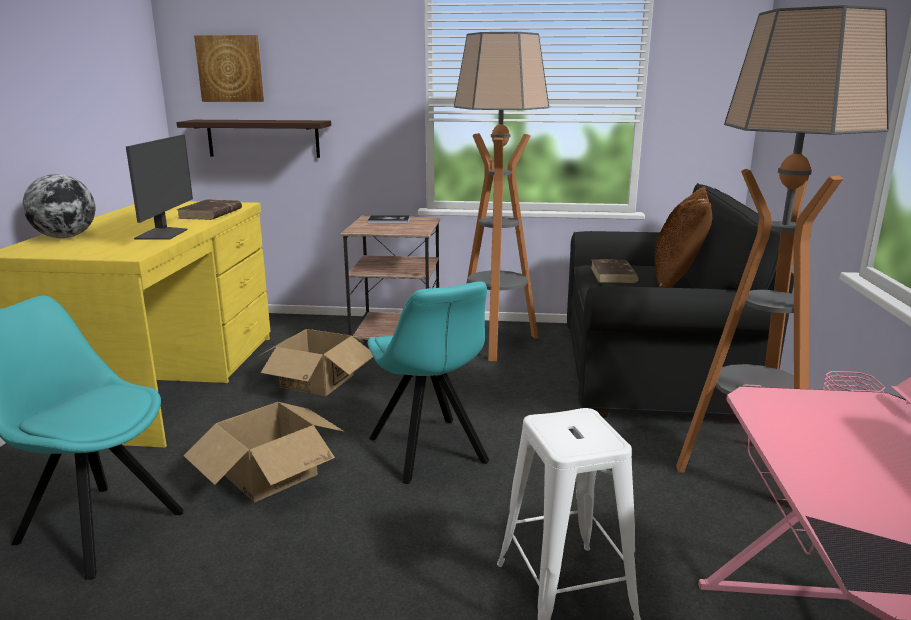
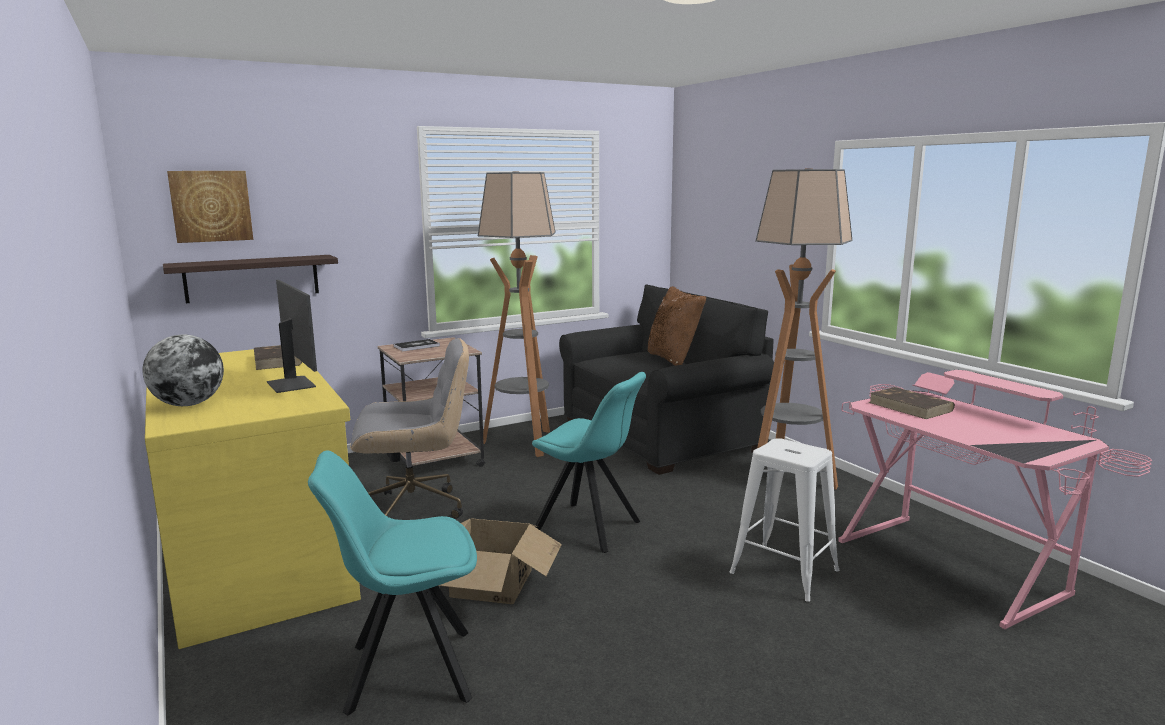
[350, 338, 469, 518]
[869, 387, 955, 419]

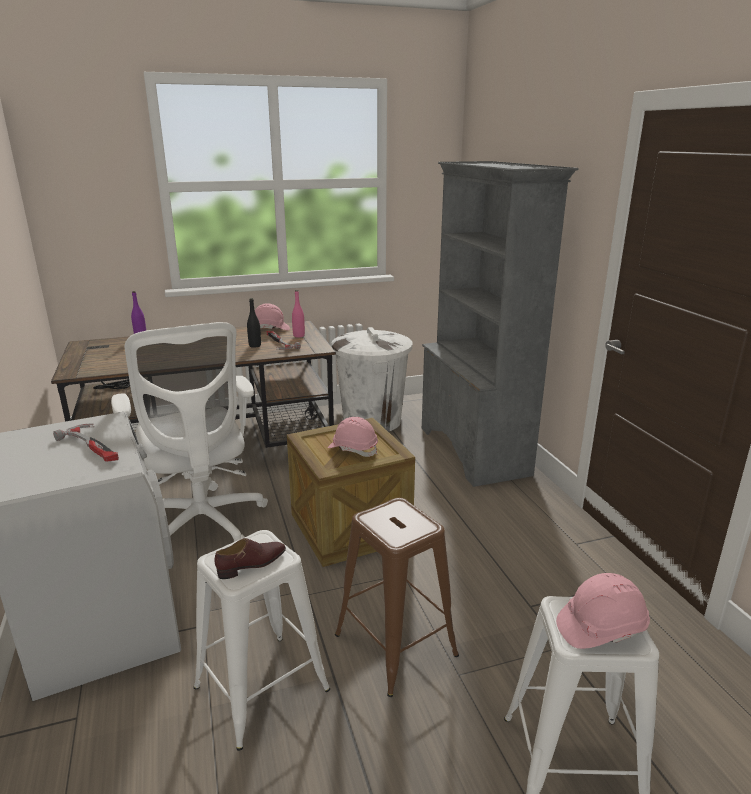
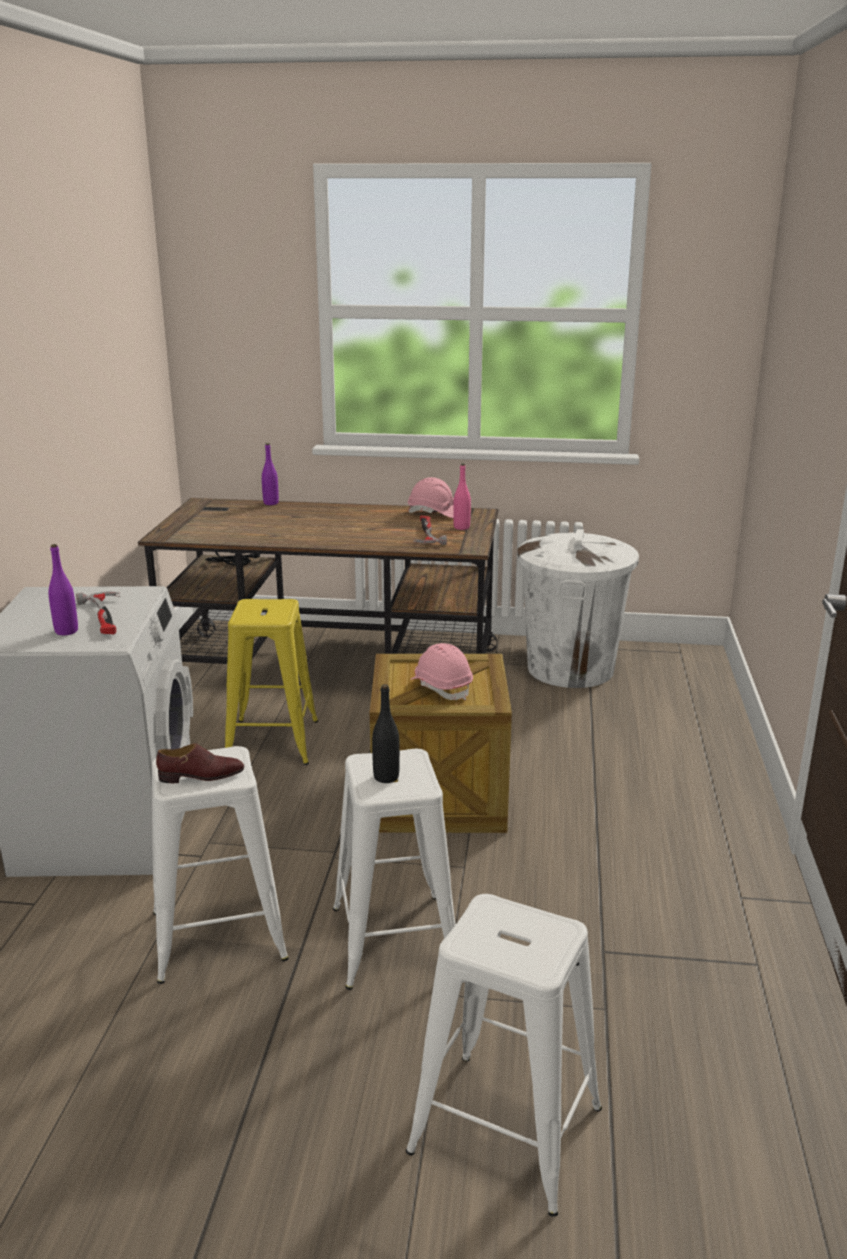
[49, 544, 78, 635]
[225, 599, 318, 765]
[333, 749, 455, 990]
[372, 684, 400, 783]
[422, 161, 579, 487] (first image)
[556, 573, 650, 649] (first image)

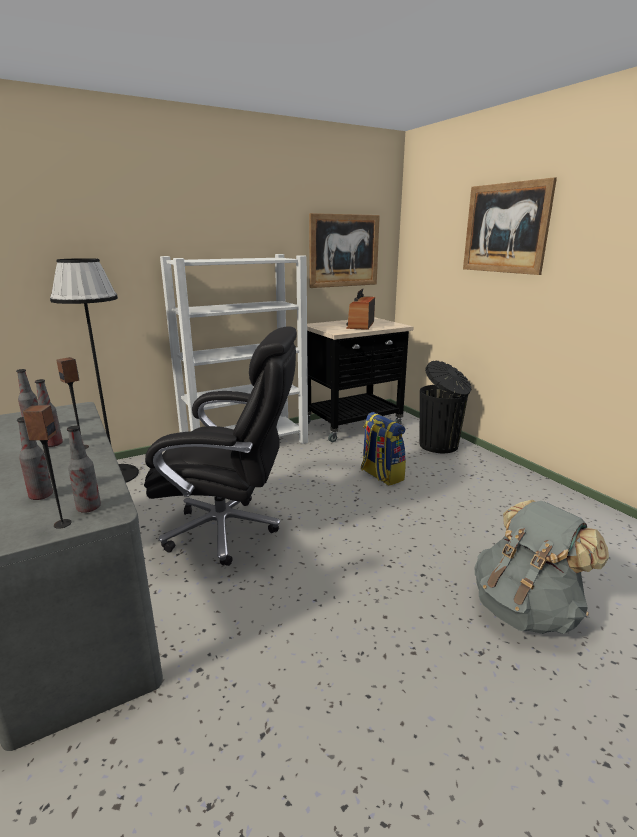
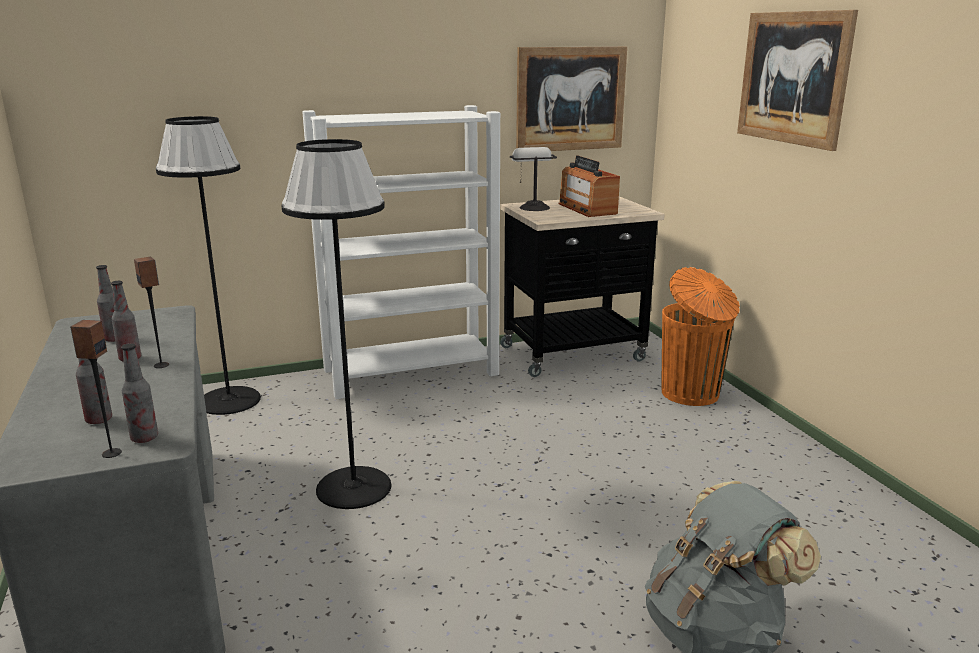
[282, 139, 391, 509]
[510, 147, 557, 211]
[558, 155, 620, 217]
[661, 267, 740, 406]
[361, 412, 406, 486] (first image)

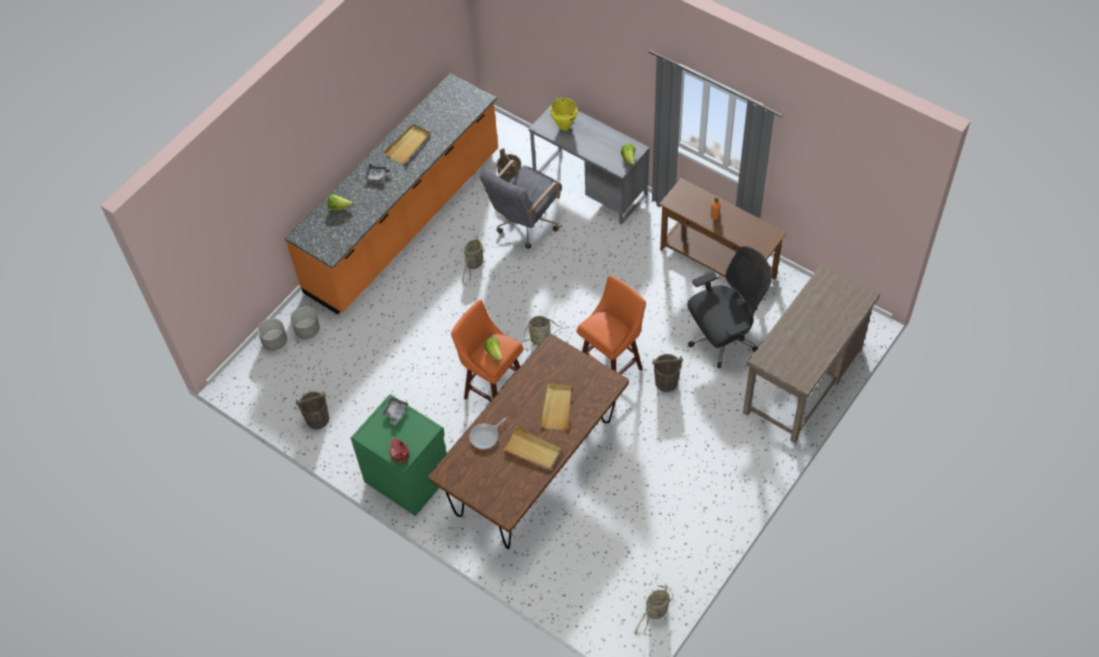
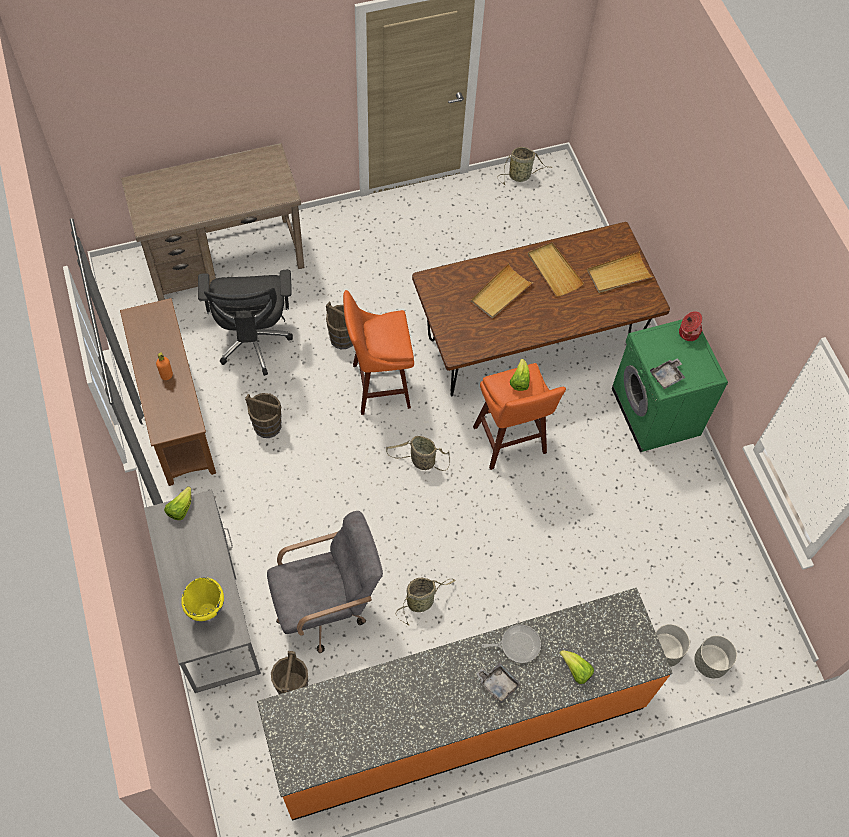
[198, 270, 293, 376]
[245, 393, 282, 438]
[482, 624, 541, 663]
[587, 251, 654, 293]

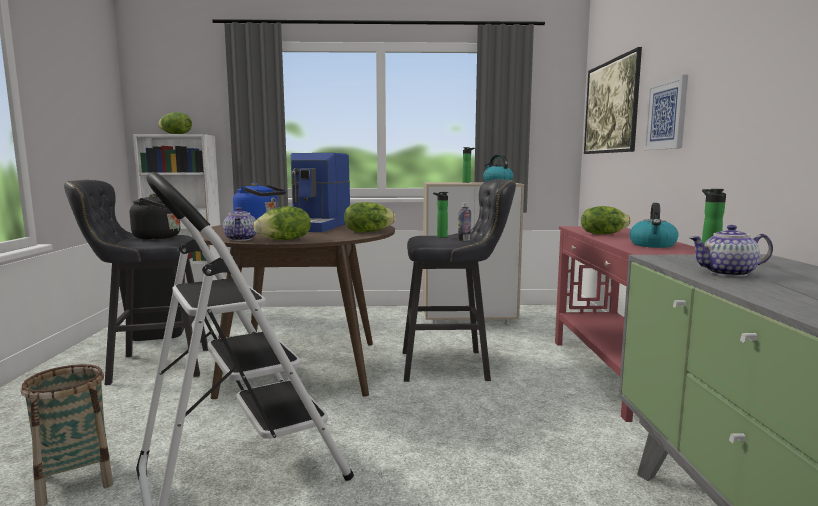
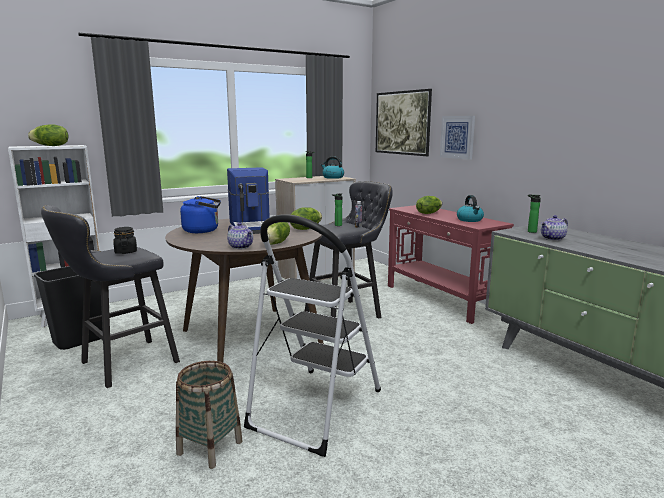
[113, 227, 137, 254]

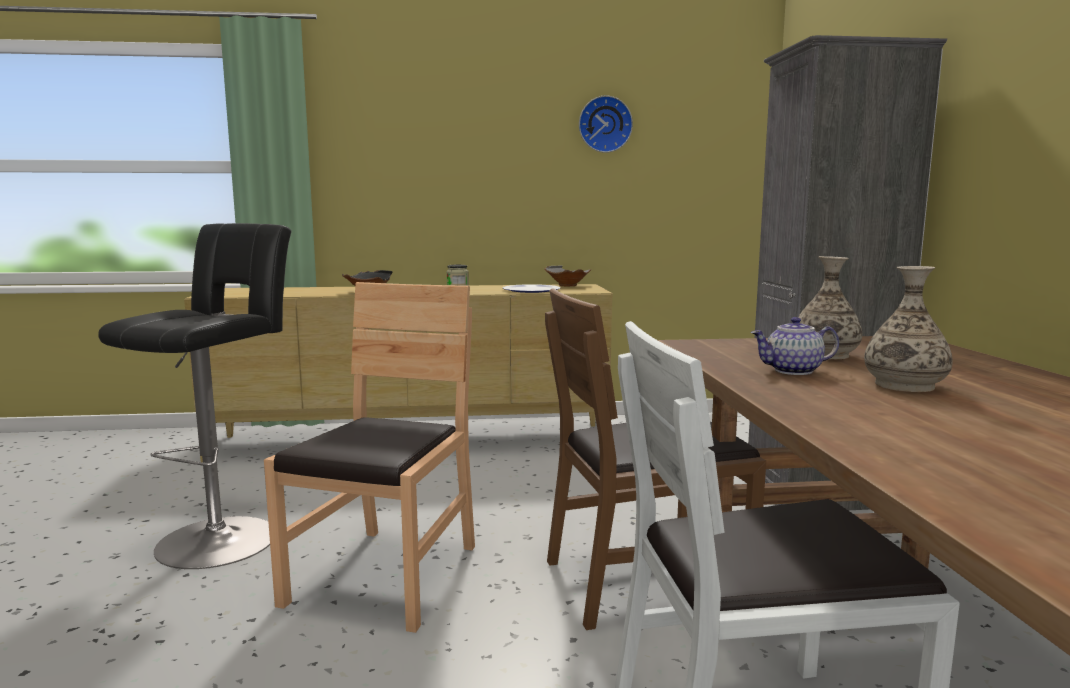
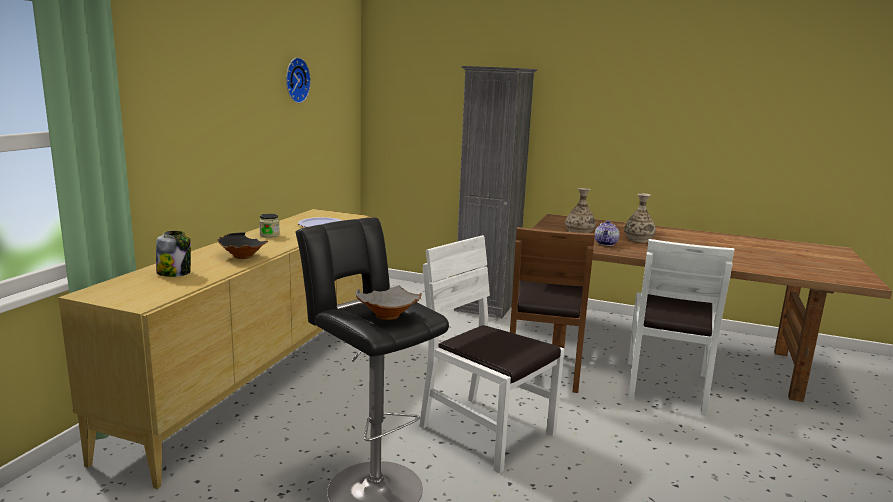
[156, 231, 191, 277]
[356, 286, 422, 320]
[419, 235, 564, 474]

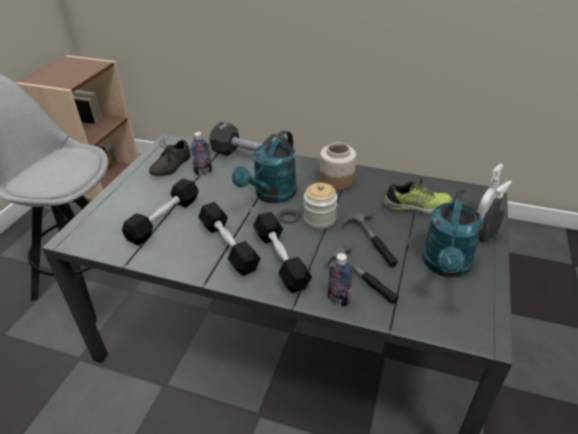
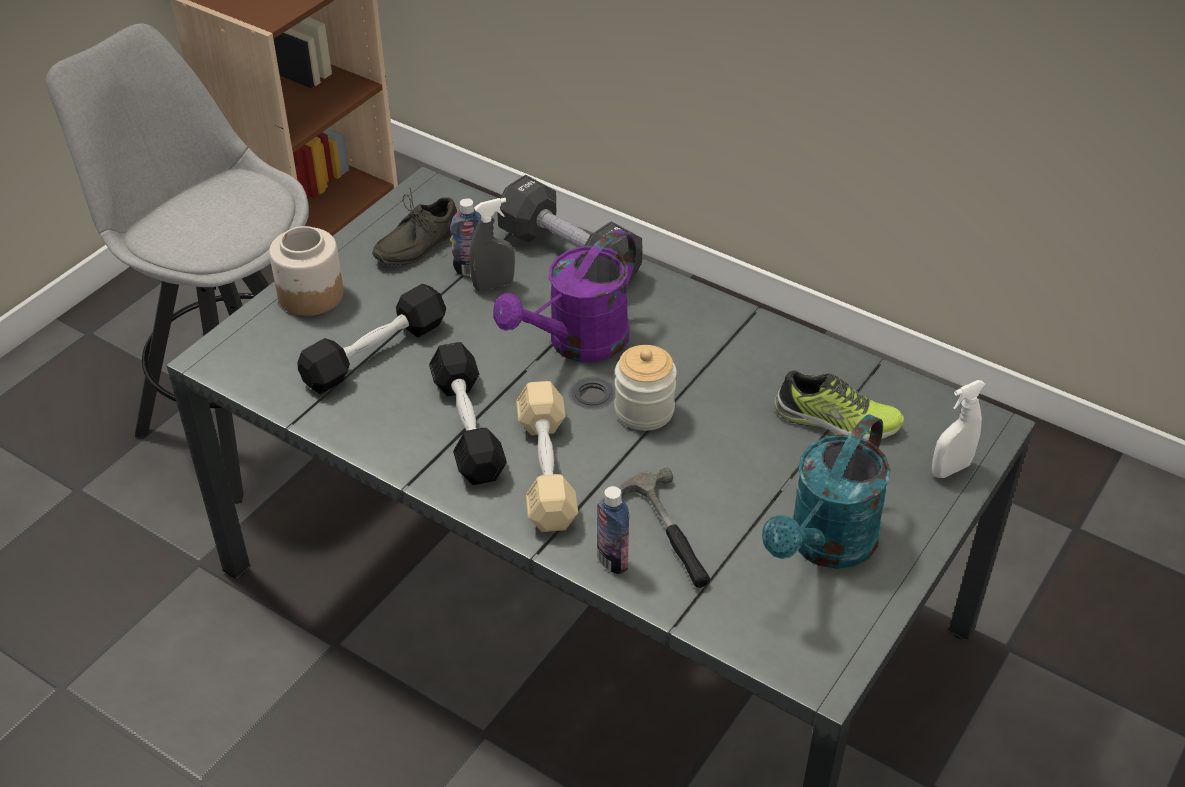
[269, 226, 343, 316]
[469, 198, 515, 291]
[493, 229, 637, 362]
[516, 381, 578, 532]
[343, 211, 398, 267] (first image)

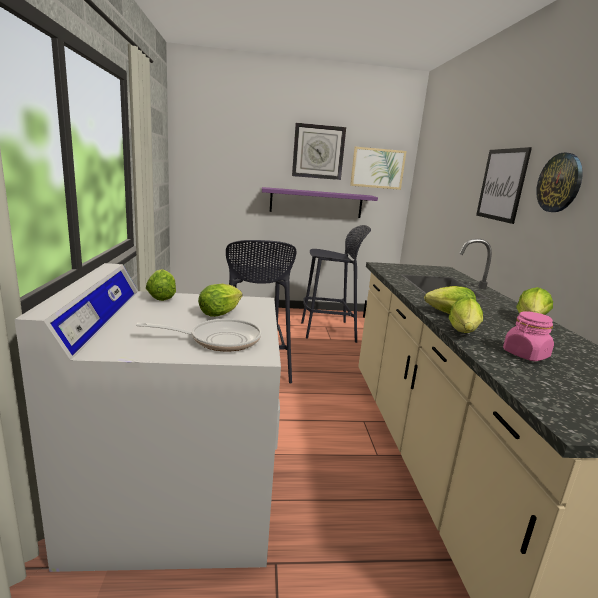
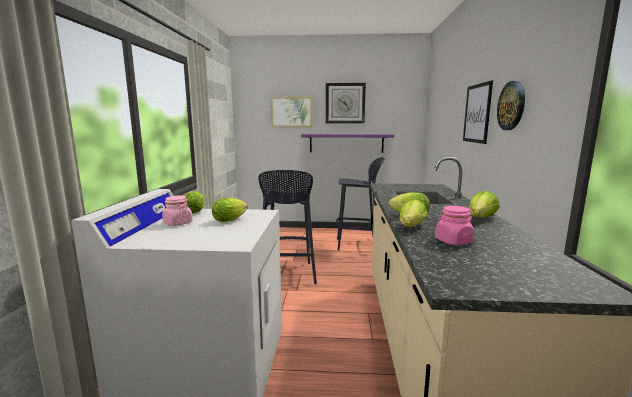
[162, 196, 193, 226]
[271, 97, 312, 127]
[136, 319, 262, 352] (first image)

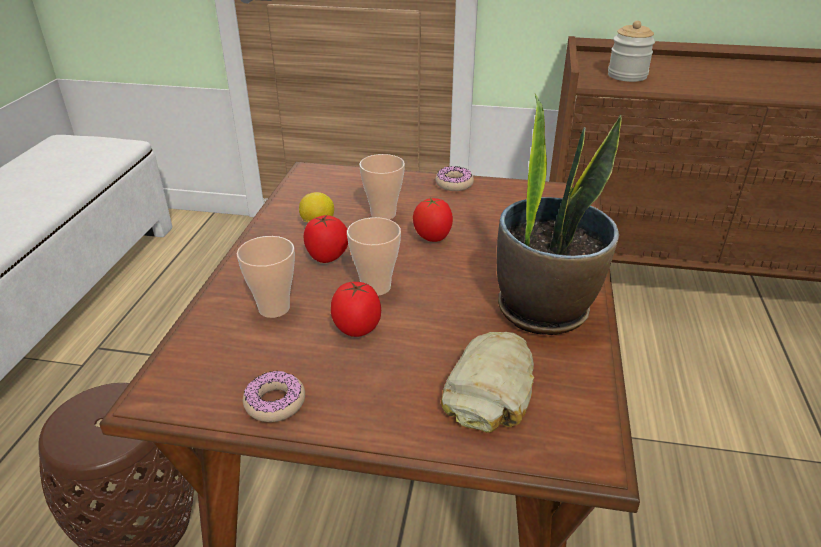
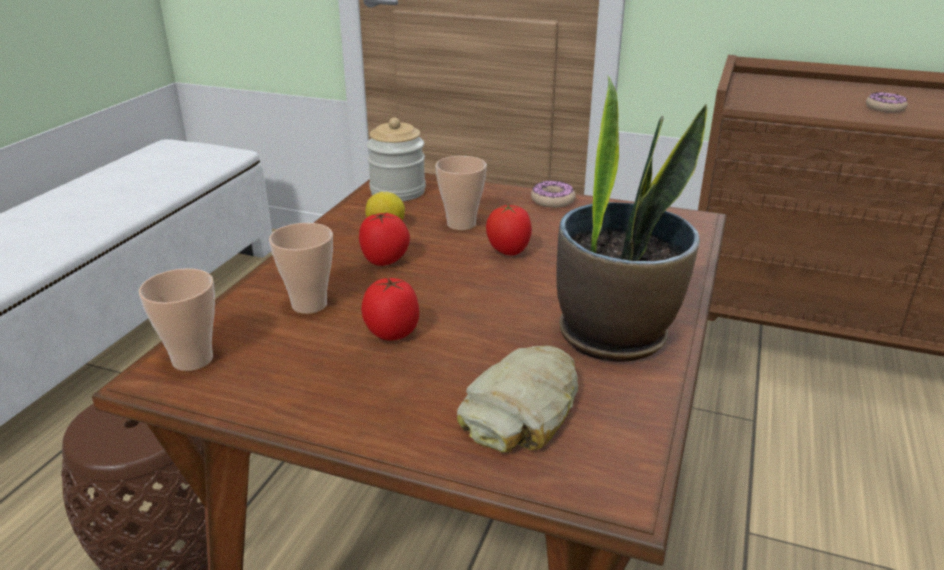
[139, 268, 215, 371]
[367, 117, 426, 201]
[866, 92, 908, 113]

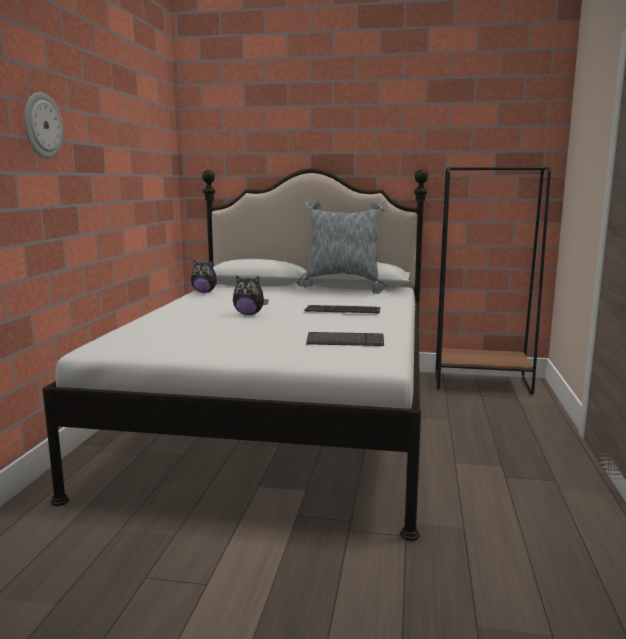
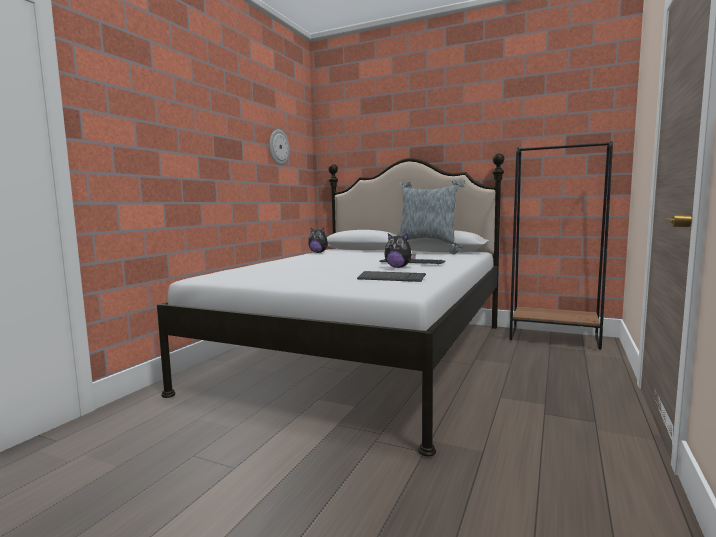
[269, 130, 290, 165]
[384, 233, 416, 268]

